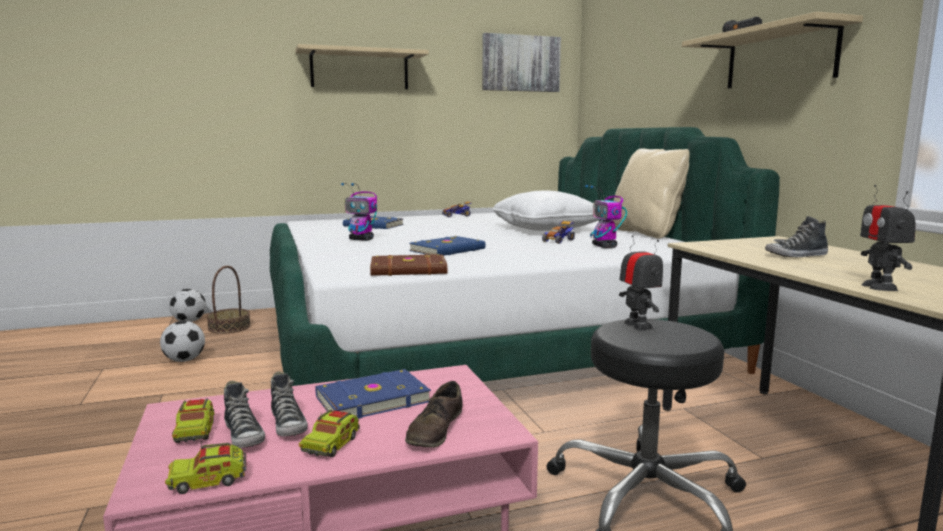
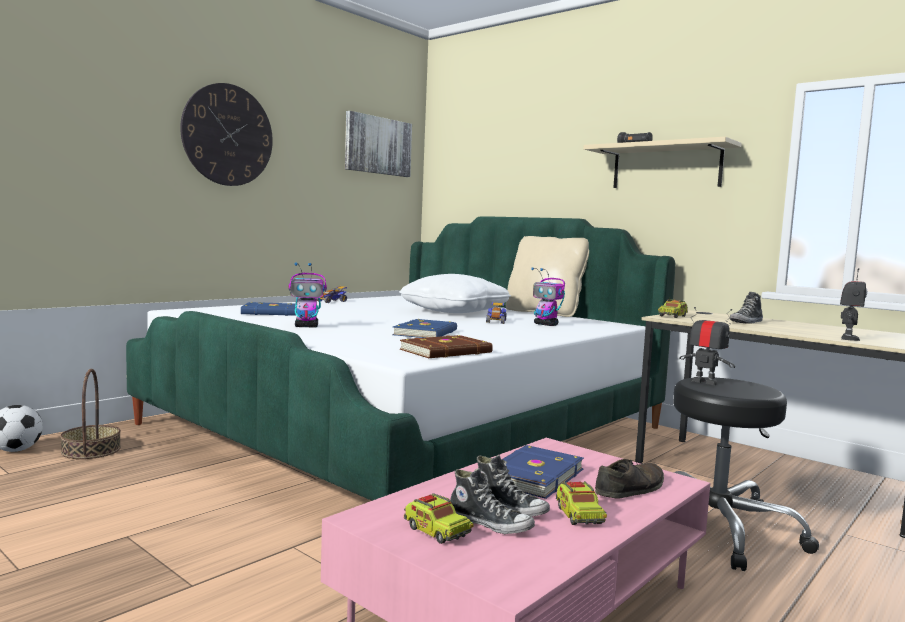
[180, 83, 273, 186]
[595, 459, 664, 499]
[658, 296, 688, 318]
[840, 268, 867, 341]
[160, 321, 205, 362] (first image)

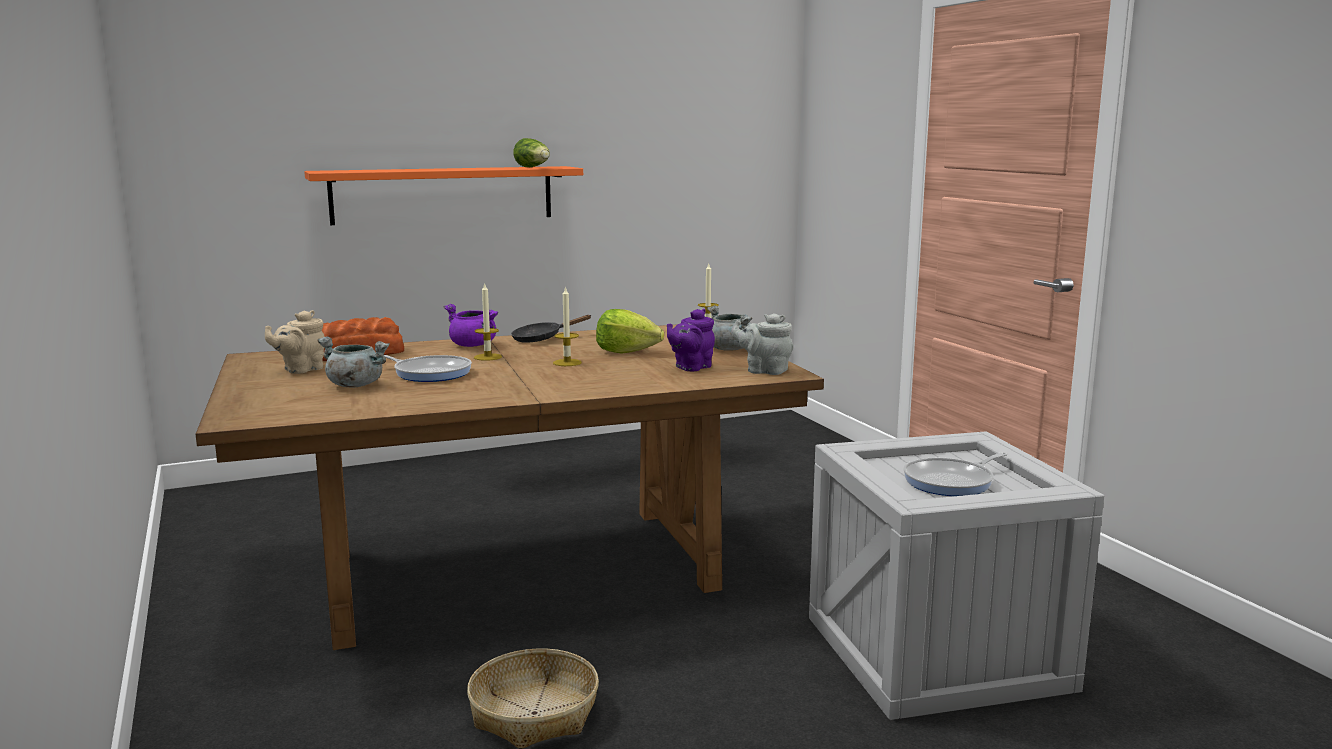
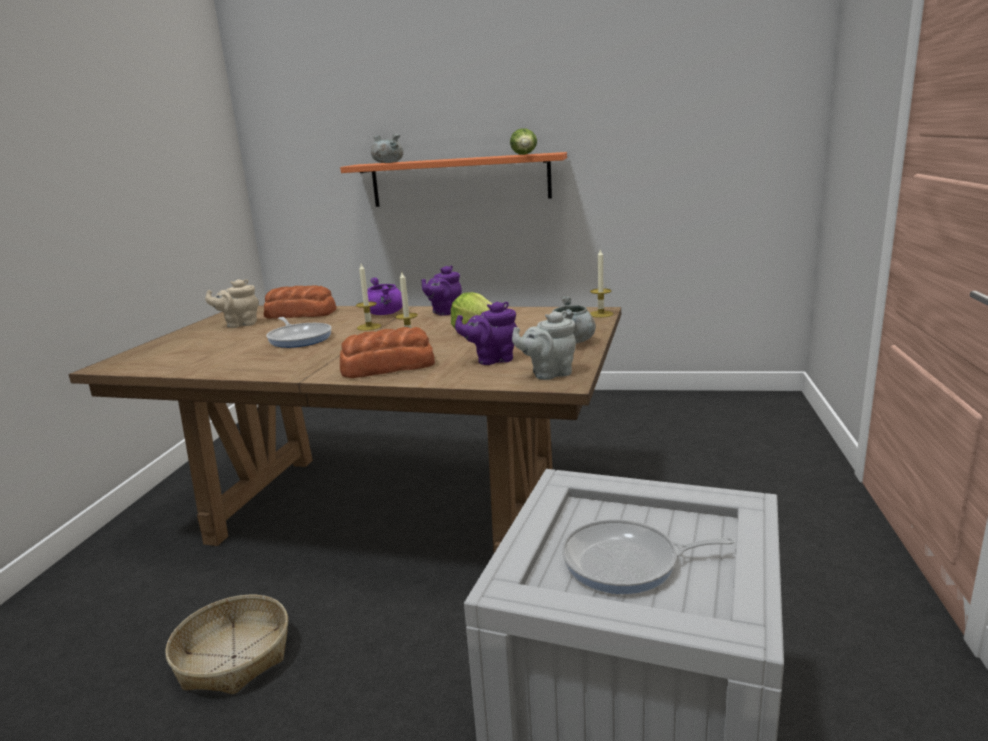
[340, 327, 435, 378]
[371, 133, 403, 163]
[421, 265, 462, 315]
[512, 311, 576, 380]

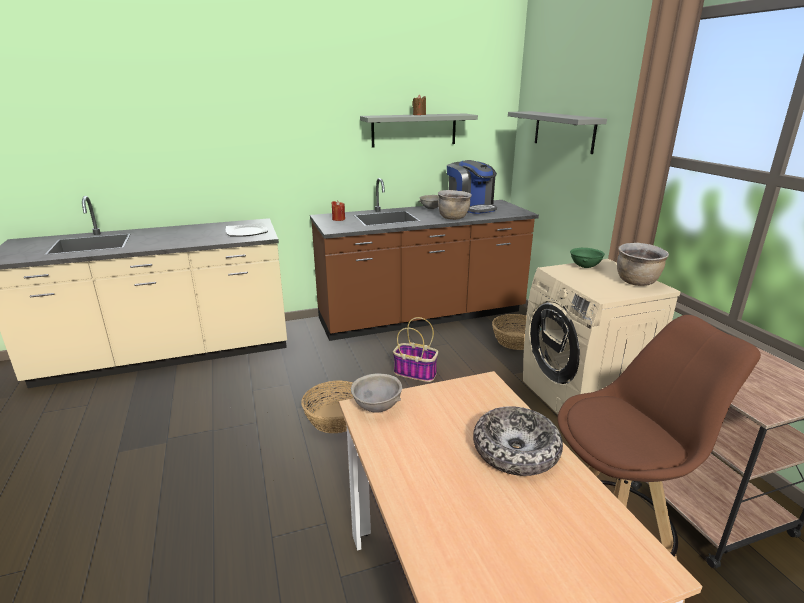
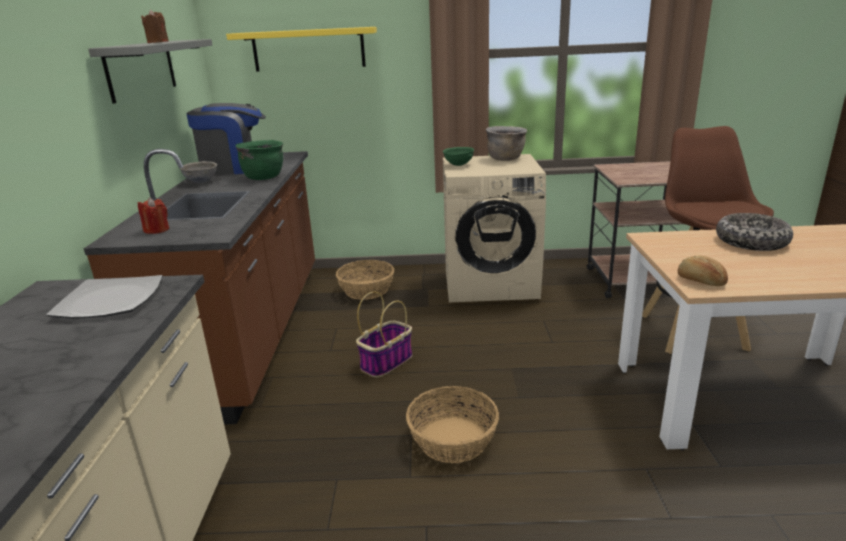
[226, 27, 377, 72]
[235, 140, 283, 180]
[678, 256, 728, 286]

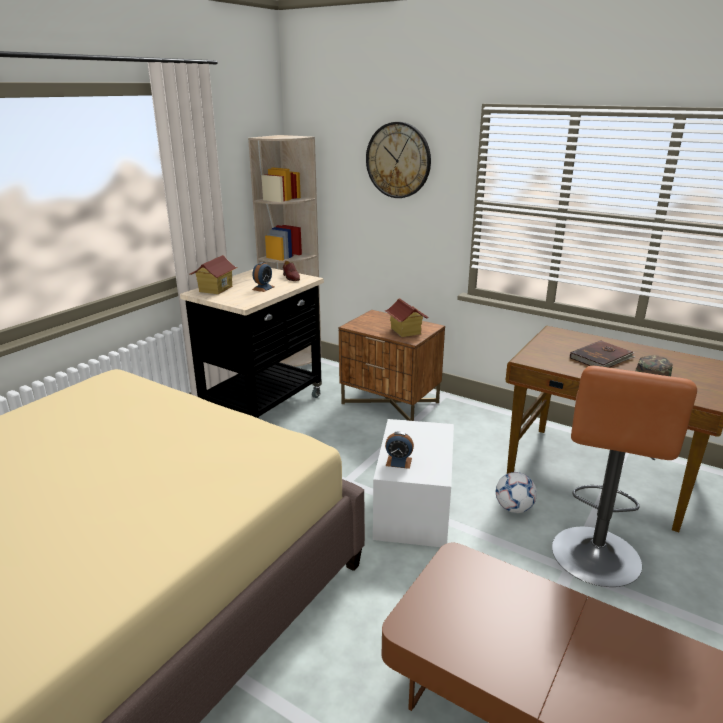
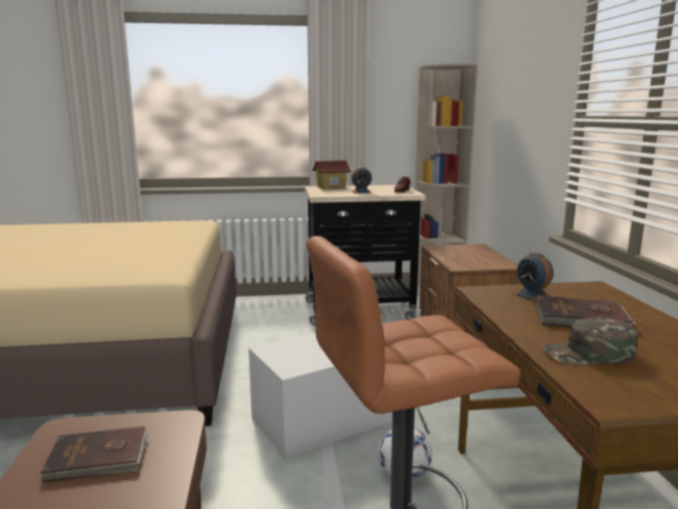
[40, 426, 148, 482]
[512, 252, 553, 302]
[366, 122, 431, 198] (first image)
[385, 298, 429, 337] (first image)

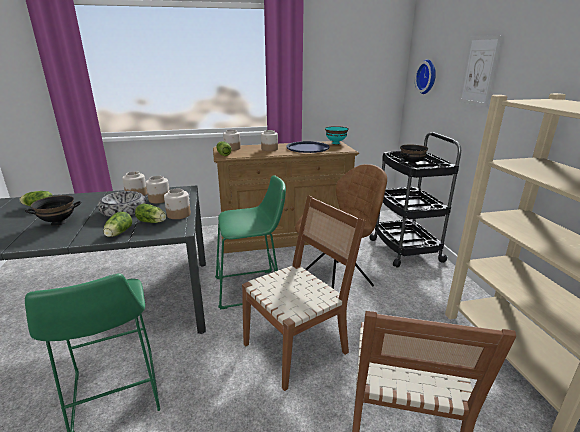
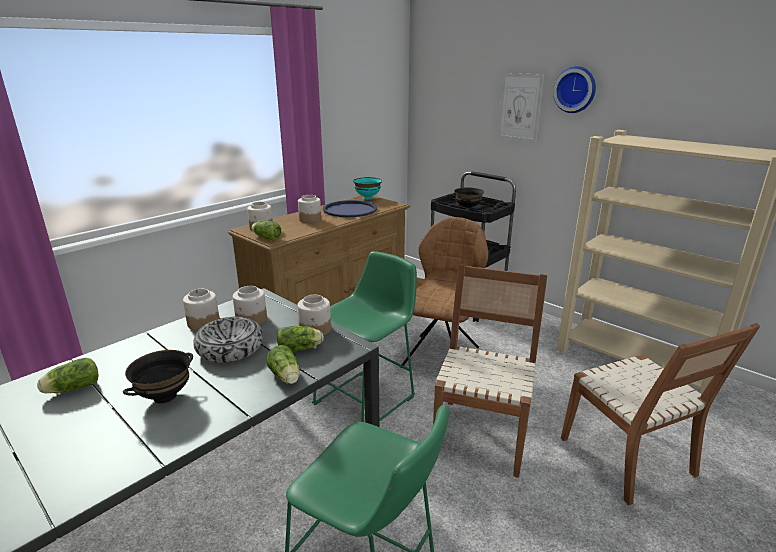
[553, 66, 596, 113]

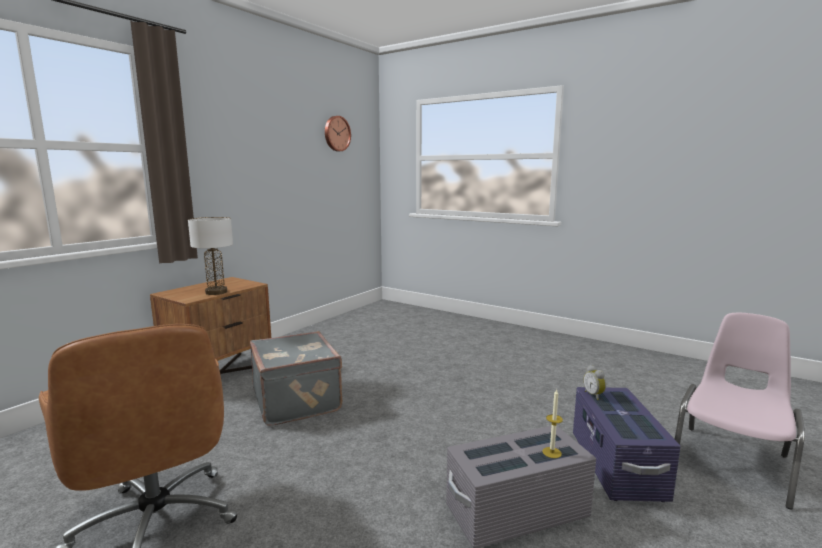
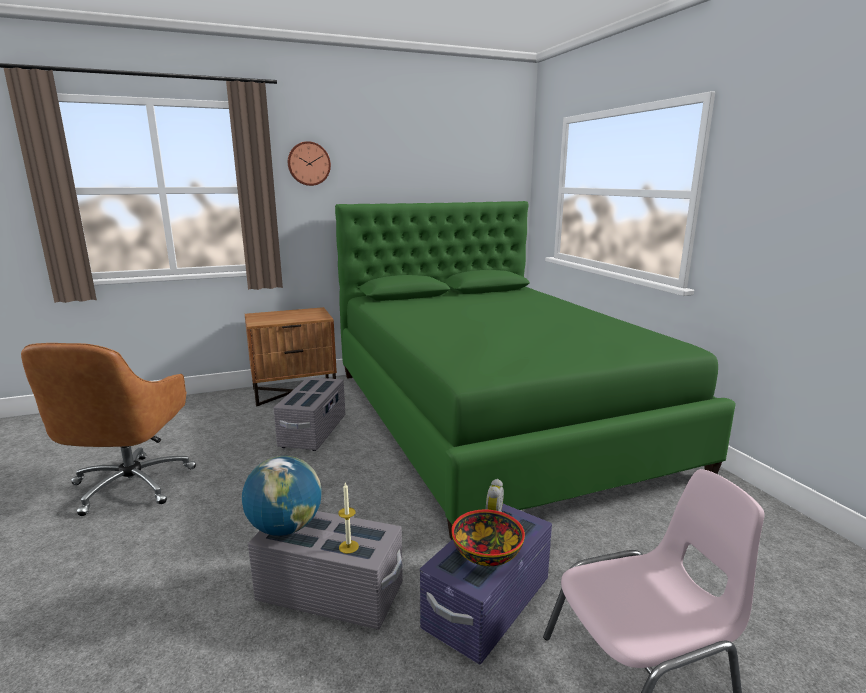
[242, 456, 322, 536]
[273, 377, 345, 451]
[288, 141, 331, 186]
[335, 201, 736, 540]
[452, 510, 525, 566]
[188, 217, 233, 295] (first image)

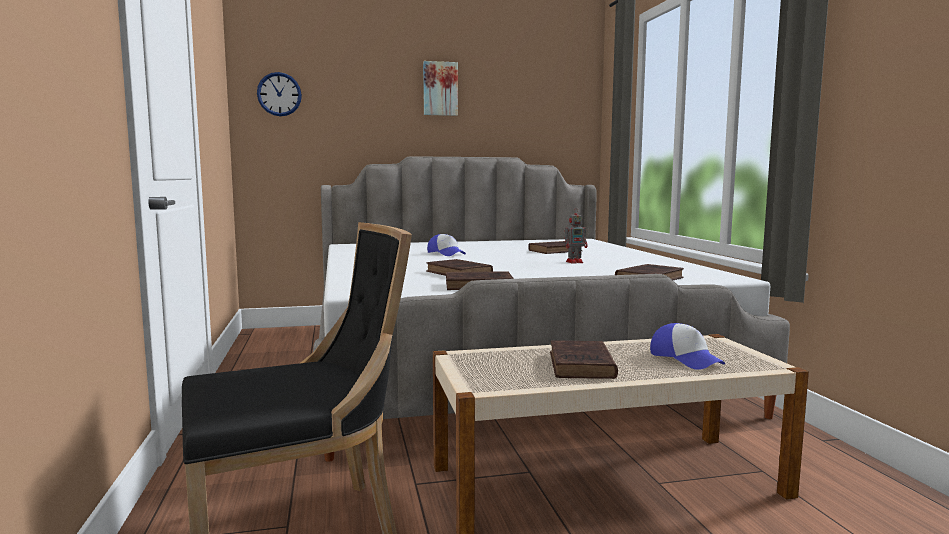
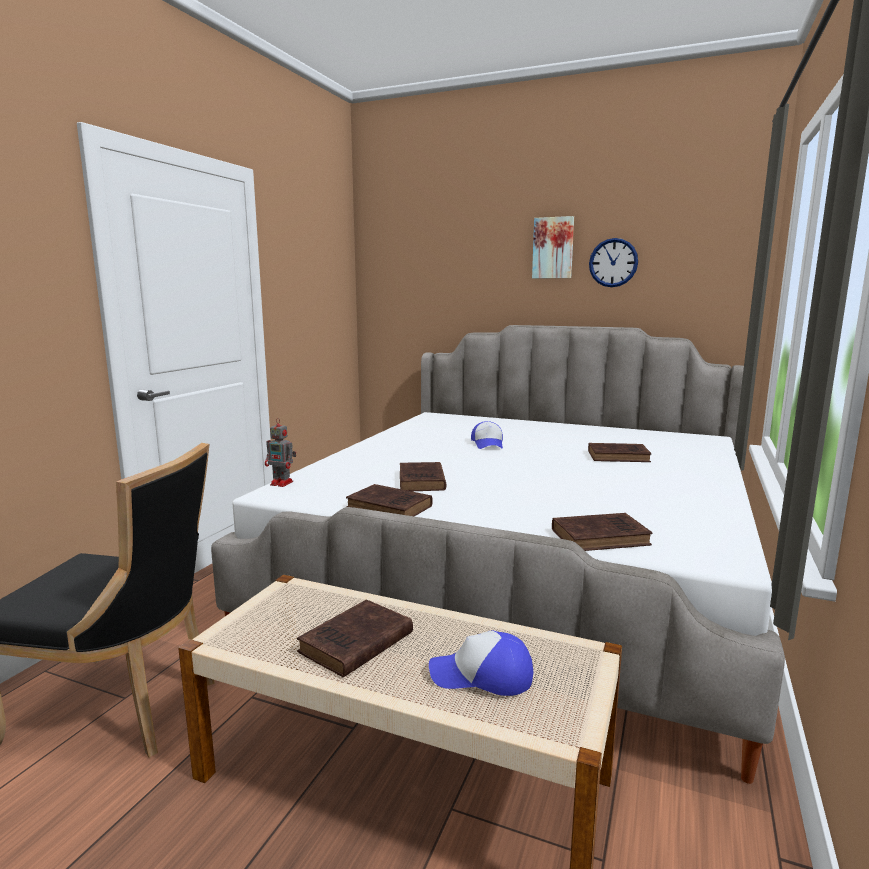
[265, 418, 296, 487]
[429, 631, 533, 696]
[589, 238, 638, 287]

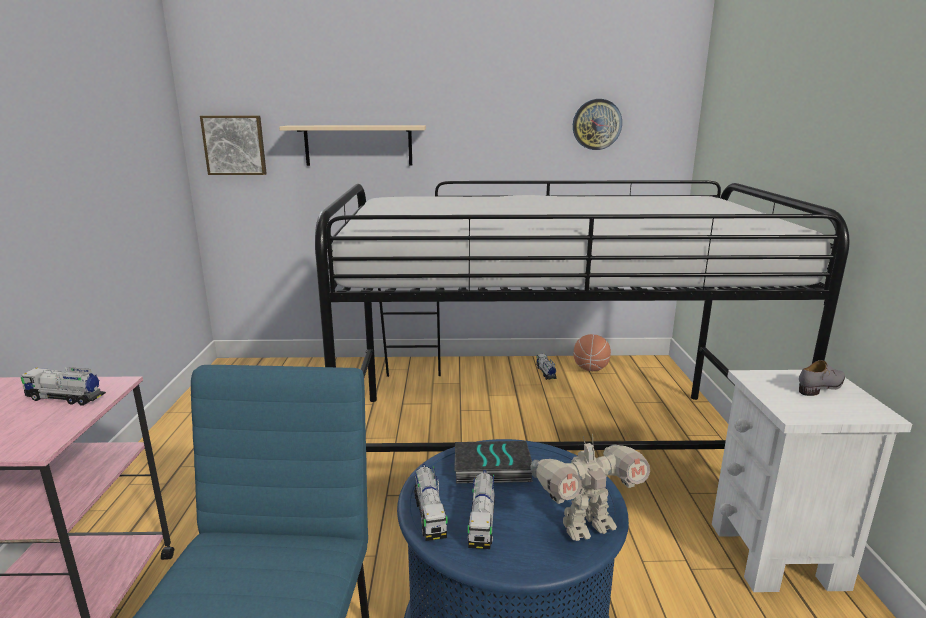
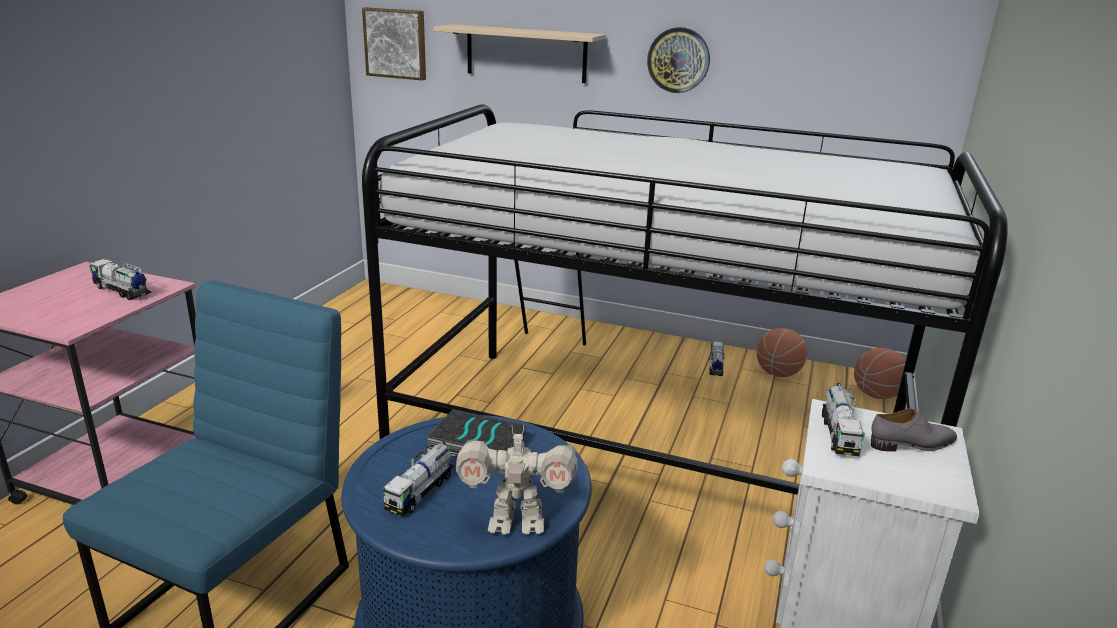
[647, 27, 710, 93]
[822, 383, 865, 456]
[854, 348, 906, 399]

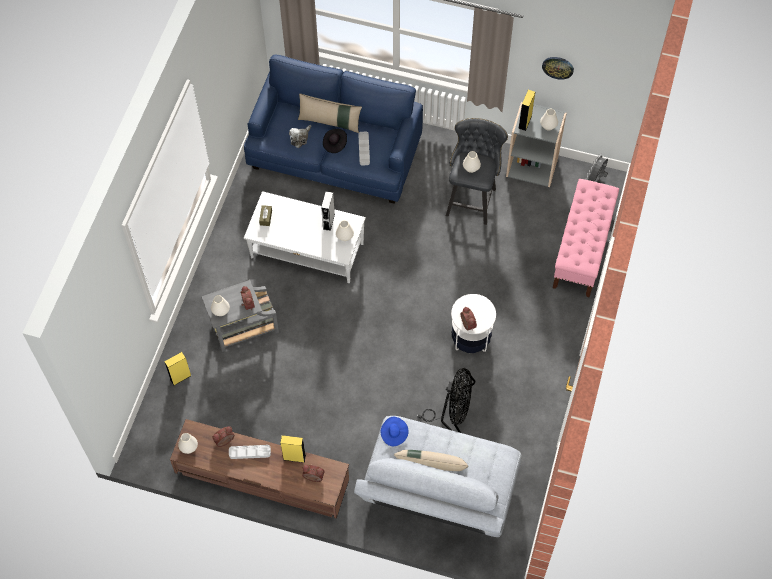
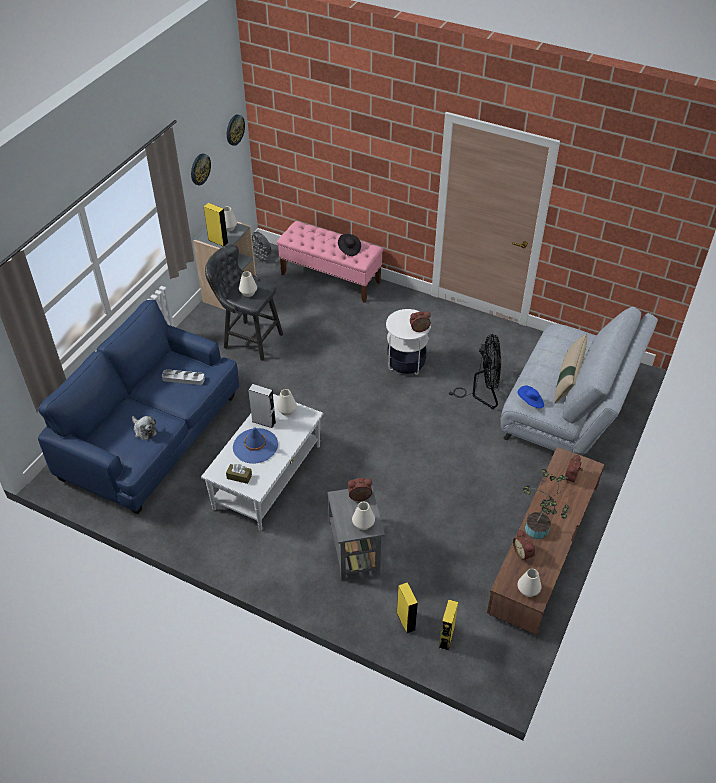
[227, 114, 245, 146]
[233, 427, 278, 464]
[338, 234, 361, 256]
[439, 599, 458, 651]
[448, 334, 501, 409]
[523, 469, 569, 539]
[298, 93, 362, 133] (first image)

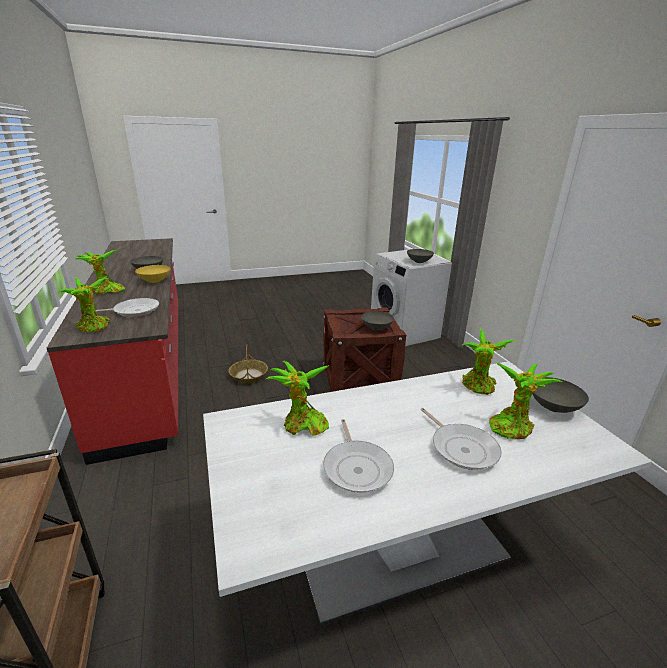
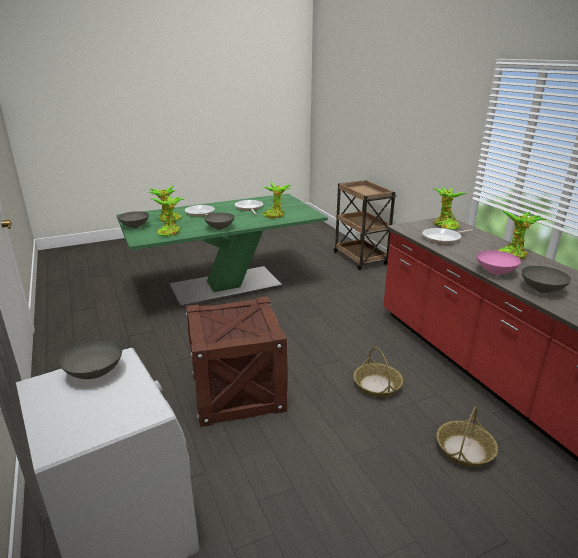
[117, 193, 328, 307]
[204, 213, 235, 230]
[436, 406, 498, 467]
[477, 250, 521, 275]

